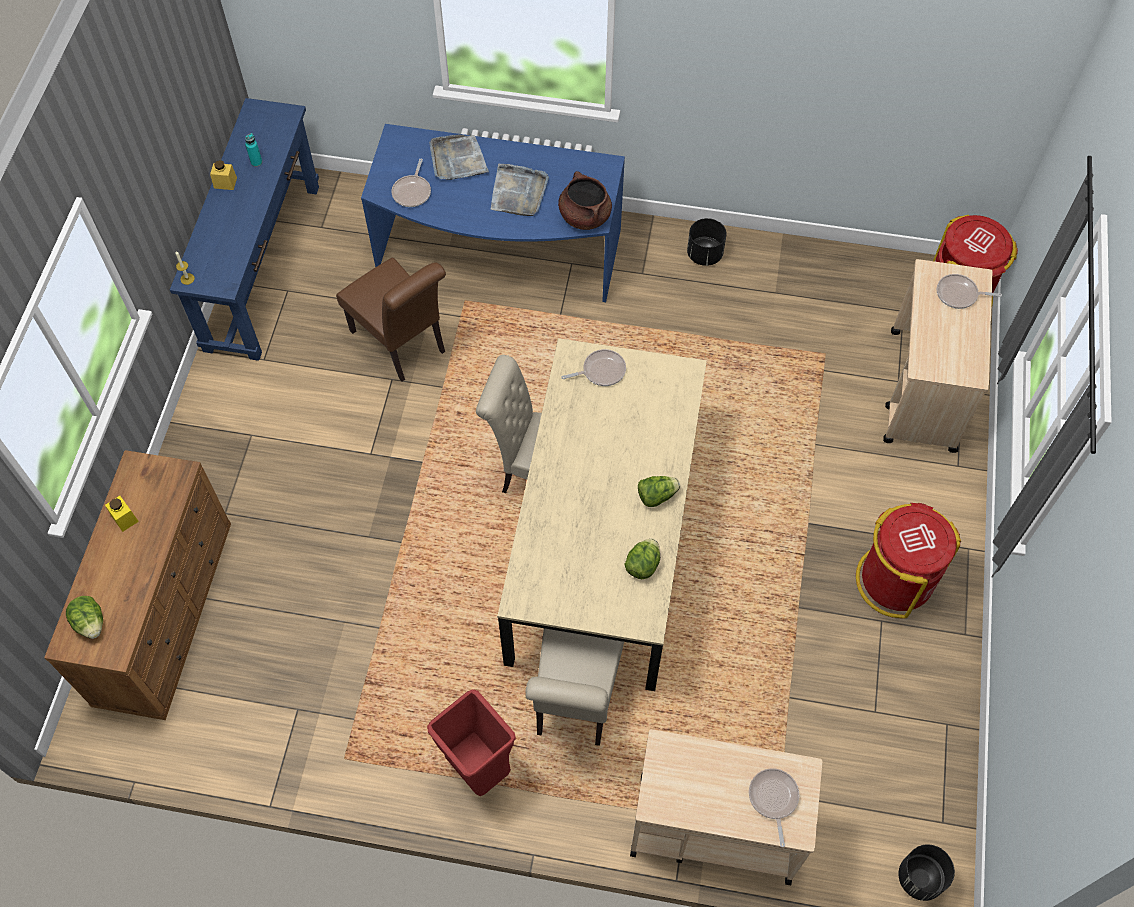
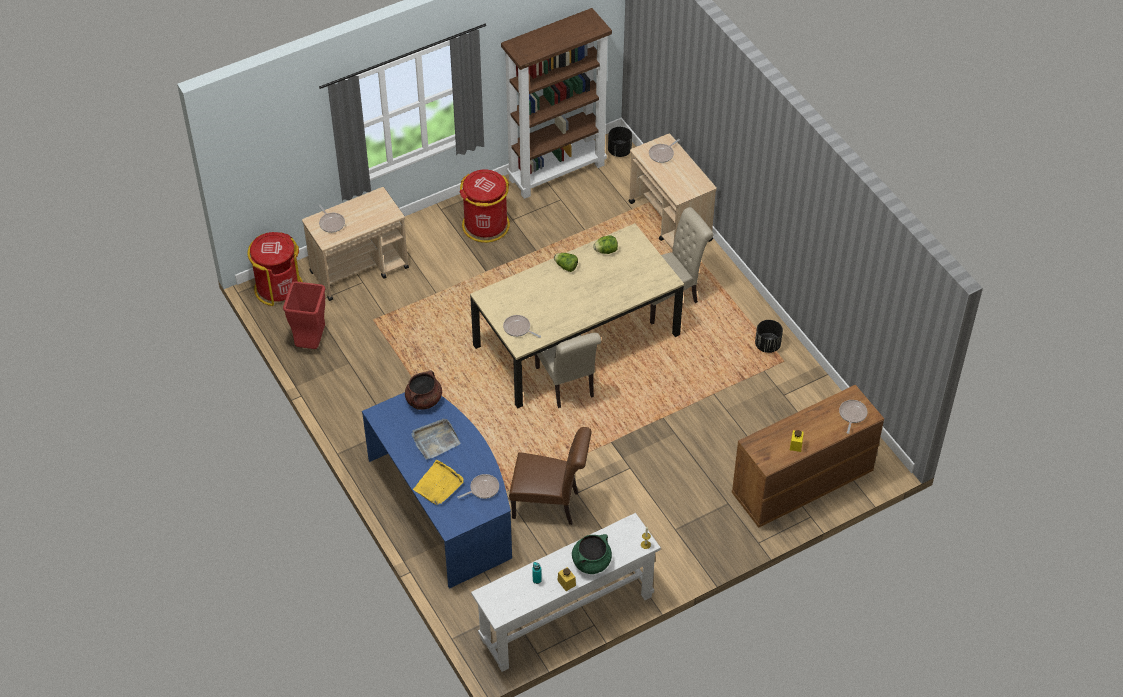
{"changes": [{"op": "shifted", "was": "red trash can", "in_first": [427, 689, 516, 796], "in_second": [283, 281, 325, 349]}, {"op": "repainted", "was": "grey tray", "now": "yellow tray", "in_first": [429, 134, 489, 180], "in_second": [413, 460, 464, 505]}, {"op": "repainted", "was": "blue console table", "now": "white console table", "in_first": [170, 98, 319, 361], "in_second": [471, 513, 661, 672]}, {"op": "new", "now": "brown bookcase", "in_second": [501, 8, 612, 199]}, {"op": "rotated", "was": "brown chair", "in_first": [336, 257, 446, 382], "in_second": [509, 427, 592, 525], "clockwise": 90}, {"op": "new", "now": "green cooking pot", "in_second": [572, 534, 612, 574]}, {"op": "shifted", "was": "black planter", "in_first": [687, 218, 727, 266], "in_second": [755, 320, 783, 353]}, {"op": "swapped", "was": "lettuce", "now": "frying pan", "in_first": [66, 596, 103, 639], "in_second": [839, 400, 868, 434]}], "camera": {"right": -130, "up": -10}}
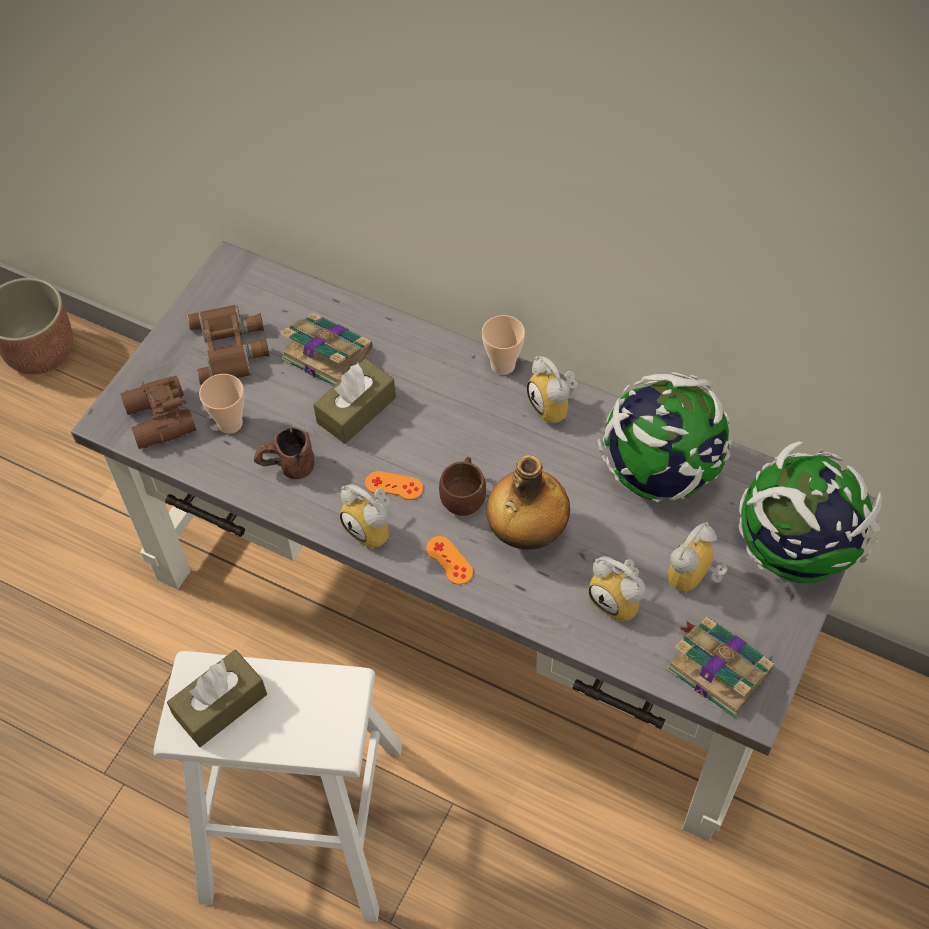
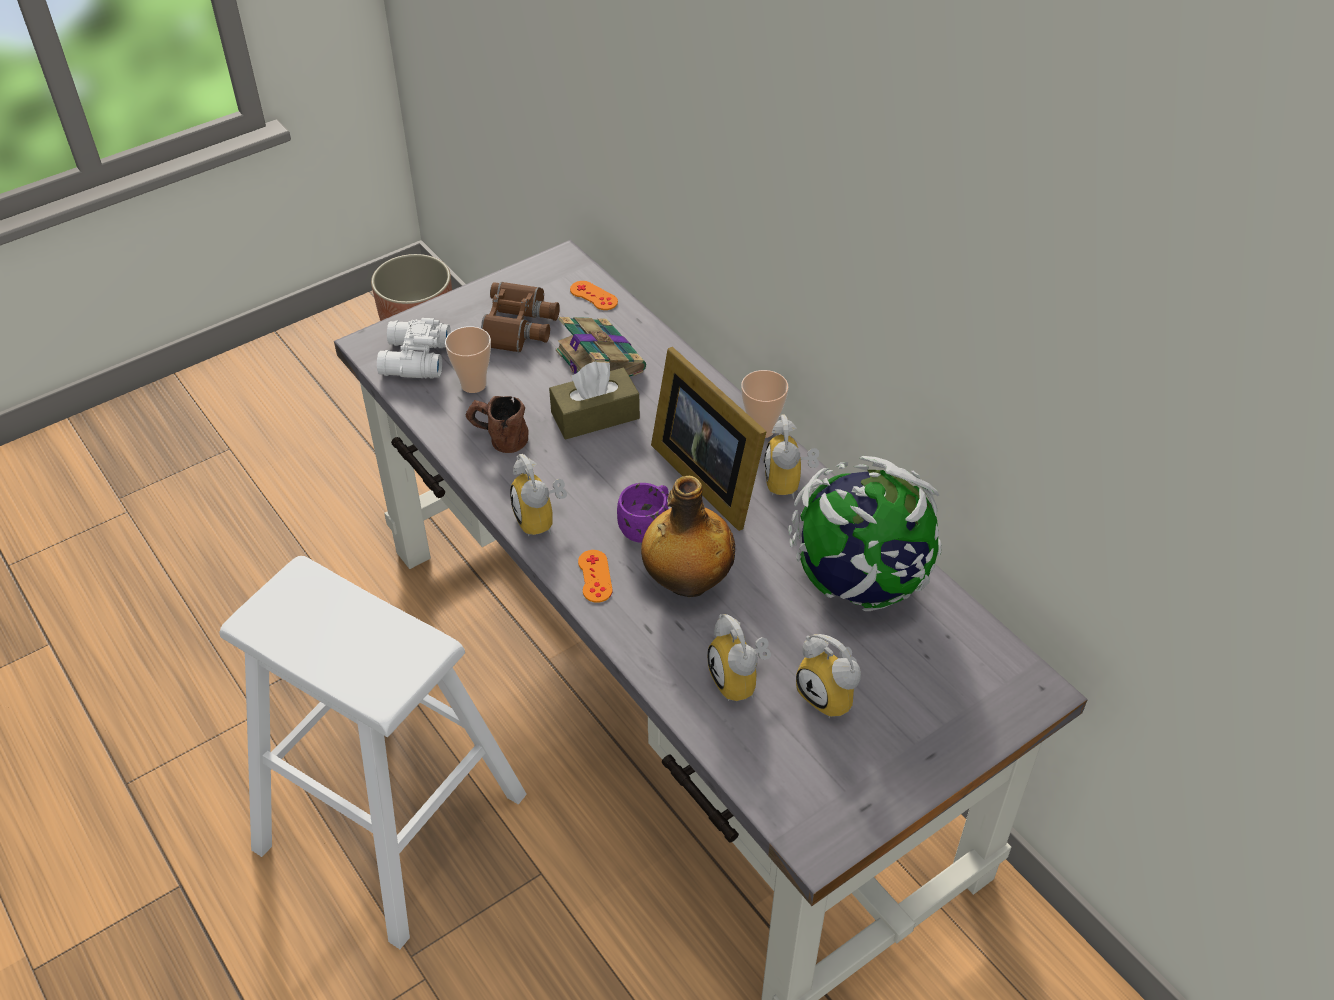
{"changes": [{"op": "repainted", "was": "brown binoculars", "now": "white binoculars", "in_first": [121, 376, 196, 449], "in_second": [377, 318, 451, 378]}, {"op": "shifted", "was": "orange game controller", "in_first": [365, 471, 423, 500], "in_second": [570, 281, 618, 310]}, {"op": "repainted", "was": "brown mug", "now": "purple mug", "in_first": [439, 457, 486, 516], "in_second": [617, 483, 669, 543]}, {"op": "new", "now": "picture frame", "in_second": [651, 347, 767, 531]}, {"op": "rotated", "was": "alarm clock", "in_first": [668, 522, 728, 596], "in_second": [796, 634, 861, 718], "clockwise": -105}, {"op": "gone", "was": "brown tissue box", "in_first": [167, 650, 267, 747]}, {"op": "gone", "was": "book", "in_first": [667, 617, 774, 719]}, {"op": "gone", "was": "globe", "in_first": [738, 442, 882, 583]}], "camera": {"right": 25, "up": -10}}
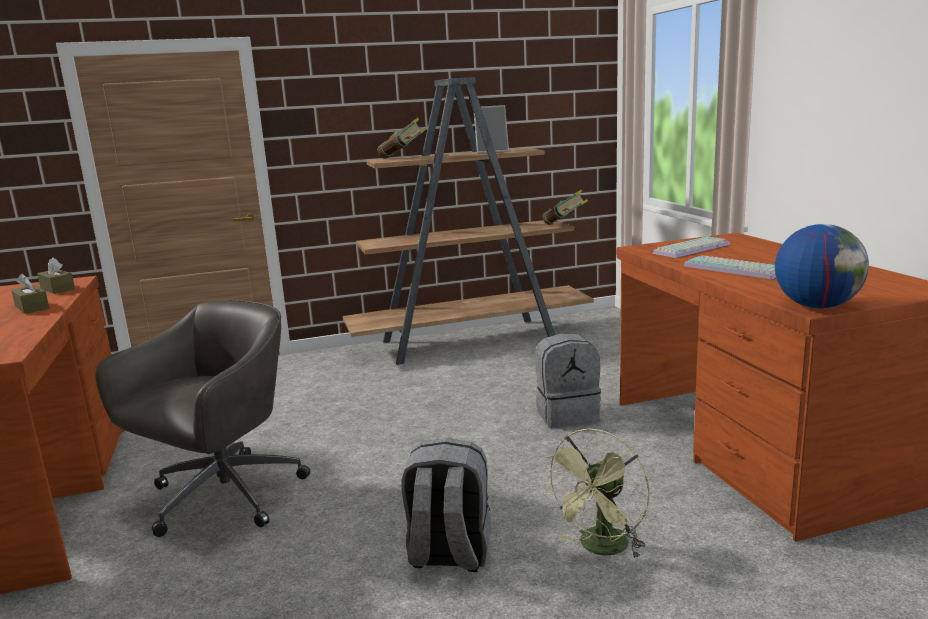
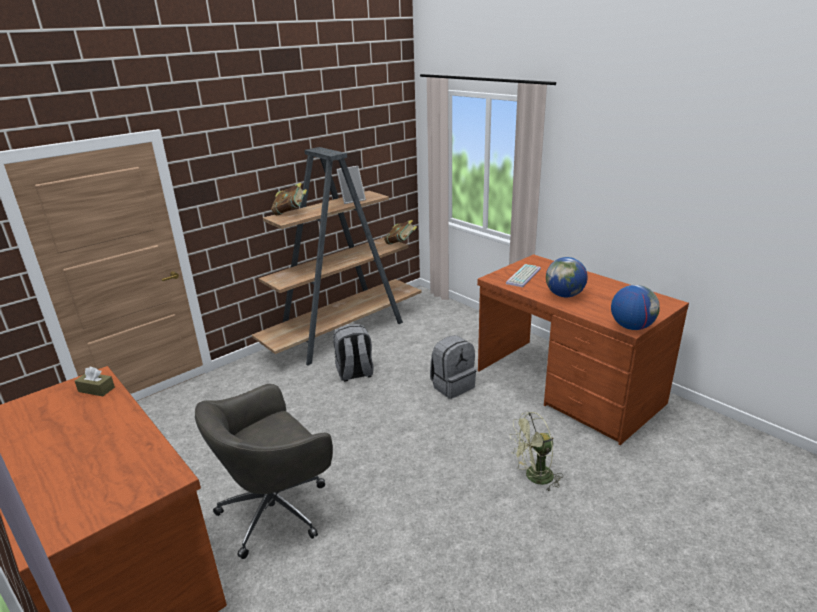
{"changes": [{"op": "rotated", "was": "grey office chair", "in_first": [96, 299, 310, 537], "in_second": [195, 384, 333, 559], "clockwise": -135}, {"op": "shifted", "was": "grey backpack", "in_first": [401, 438, 491, 572], "in_second": [333, 324, 374, 382]}, {"op": "rotated", "was": "green fan", "in_first": [542, 429, 649, 559], "in_second": [510, 412, 563, 491], "clockwise": 60}, {"op": "swapped", "was": "keyboard", "now": "globe", "in_first": [684, 255, 776, 279], "in_second": [546, 257, 587, 297]}, {"op": "gone", "was": "brown tissue box", "in_first": [11, 274, 49, 314]}], "camera": {"right": -25, "up": 10}}
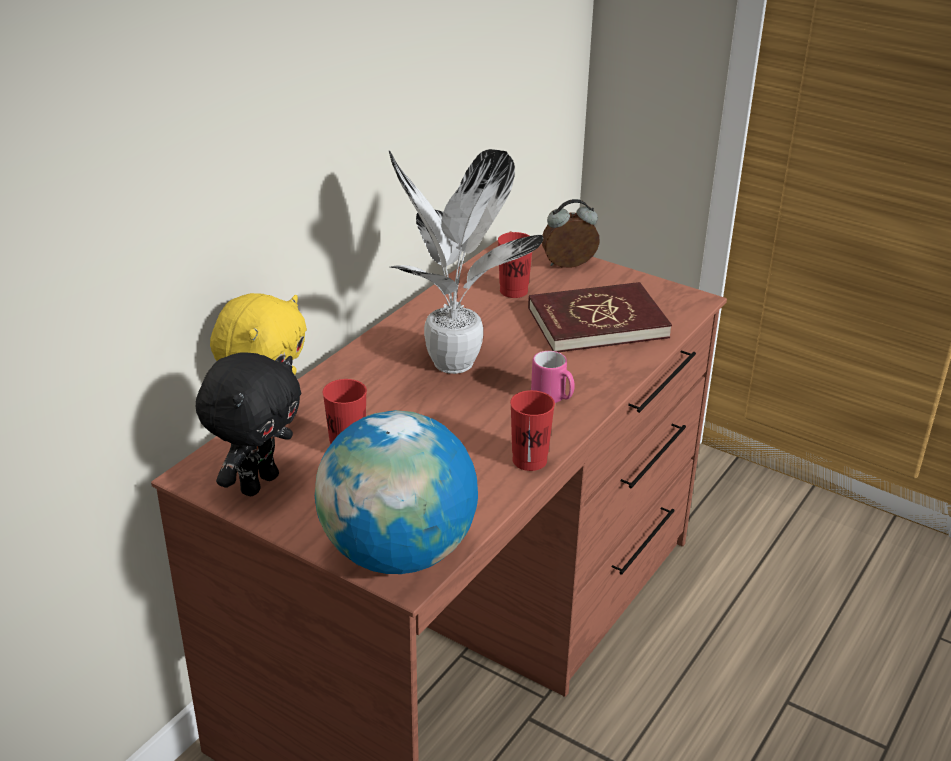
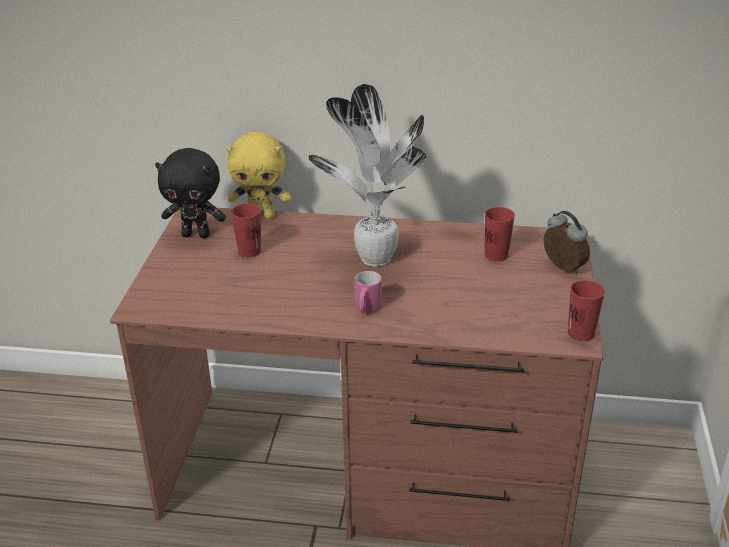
{"changes": [{"op": "shifted", "was": "red cup", "in_first": [510, 390, 555, 471], "in_second": [568, 280, 605, 341]}, {"op": "gone", "was": "globe", "in_first": [315, 410, 478, 574]}, {"op": "gone", "was": "red book", "in_first": [528, 282, 672, 352]}], "camera": {"right": 65, "up": 0}}
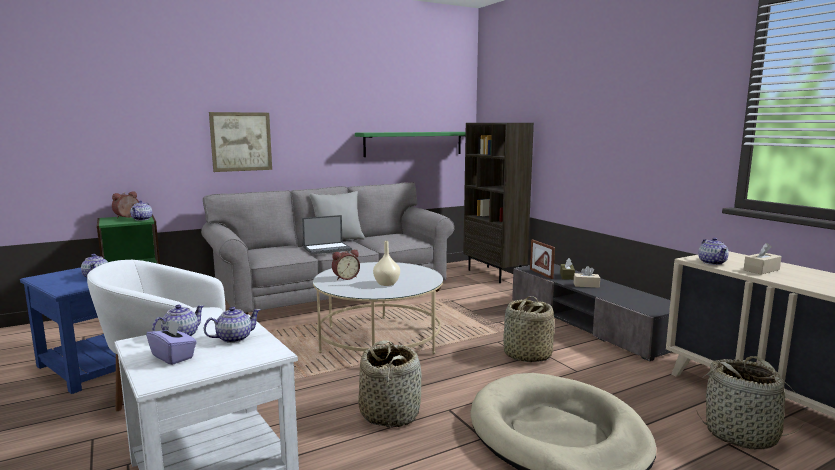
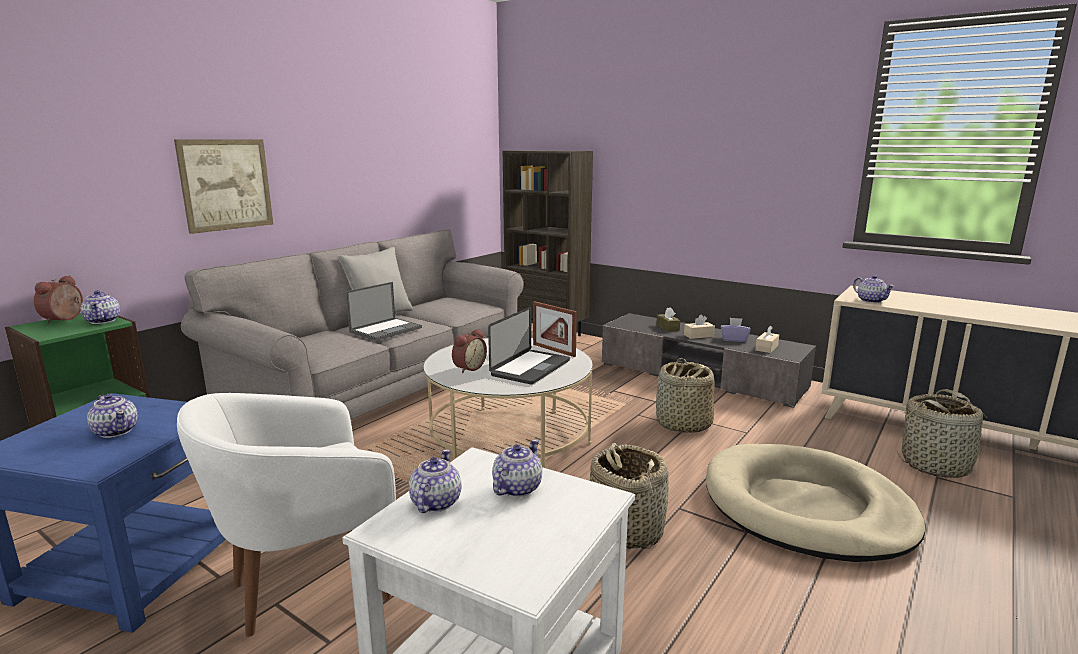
{"changes": [{"op": "swapped", "was": "beige vase", "now": "laptop", "in_first": [373, 241, 400, 286], "in_second": [488, 307, 570, 385]}, {"op": "shifted", "was": "picture frame", "in_first": [530, 239, 555, 279], "in_second": [533, 301, 577, 357]}, {"op": "shifted", "was": "purple tissue box", "in_first": [146, 320, 197, 365], "in_second": [721, 318, 751, 342]}, {"op": "shifted", "was": "beige tissue box", "in_first": [743, 243, 782, 275], "in_second": [755, 325, 779, 353]}, {"op": "gone", "was": "green shelf", "in_first": [355, 132, 466, 157]}], "camera": {"right": -25, "up": 5}}
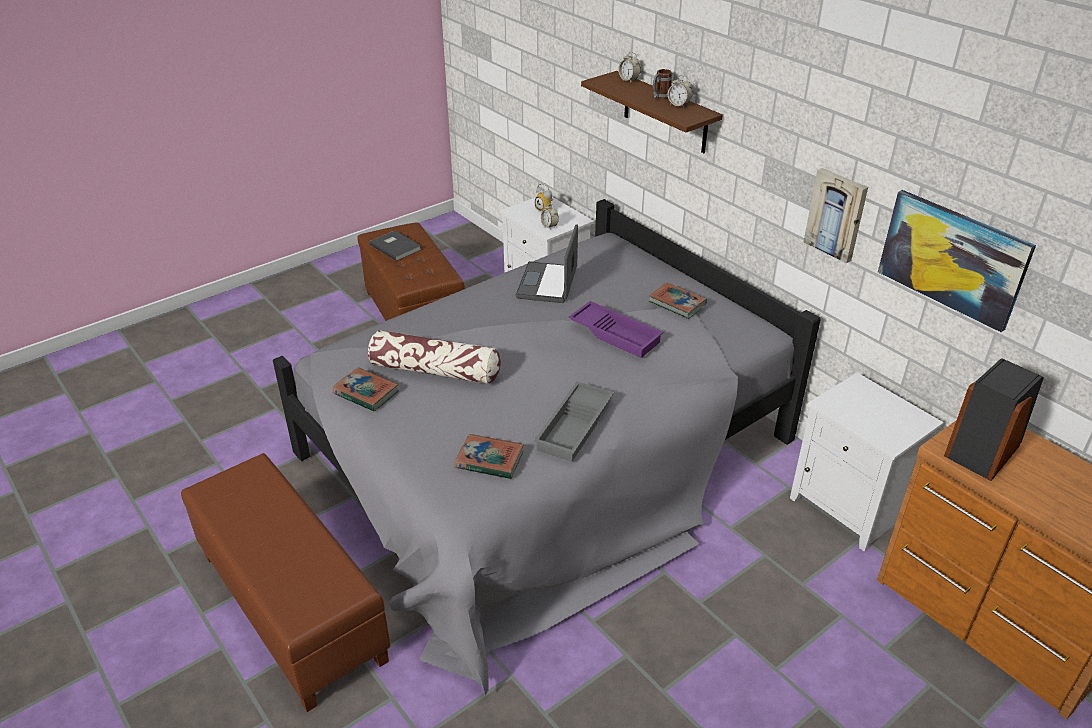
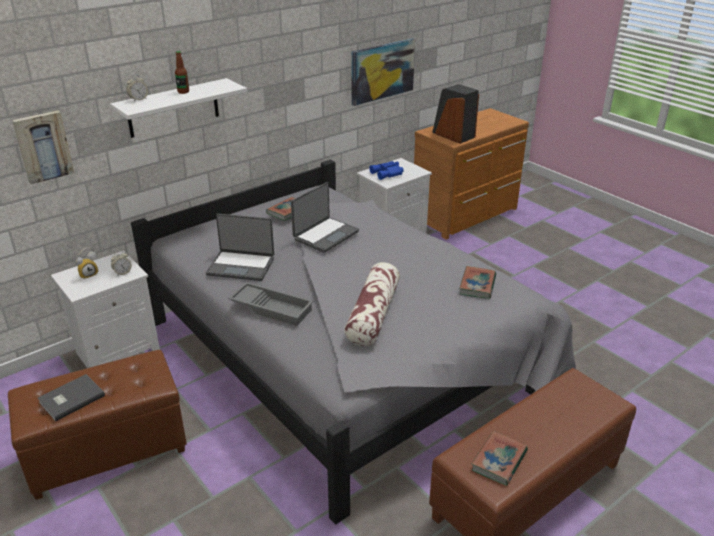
{"changes": [{"op": "shifted", "was": "picture", "in_first": [804, 168, 868, 263], "in_second": [12, 110, 74, 184]}, {"op": "repainted", "was": "brown shelf", "now": "white shelf", "in_first": [581, 71, 723, 153], "in_second": [110, 78, 247, 138]}, {"op": "swapped", "was": "mug", "now": "bottle", "in_first": [653, 69, 672, 99], "in_second": [175, 51, 189, 94]}, {"op": "shifted", "was": "grey tray", "in_first": [534, 381, 614, 462], "in_second": [228, 282, 314, 326]}, {"op": "swapped", "was": "purple tray", "now": "laptop", "in_first": [568, 301, 663, 358], "in_second": [291, 182, 359, 253]}, {"op": "new", "now": "blue binoculars", "in_second": [369, 161, 404, 180]}, {"op": "shifted", "was": "book", "in_first": [332, 367, 399, 412], "in_second": [472, 431, 528, 486]}, {"op": "gone", "was": "alarm clock", "in_first": [668, 75, 692, 108]}], "camera": {"right": -90, "up": -5}}
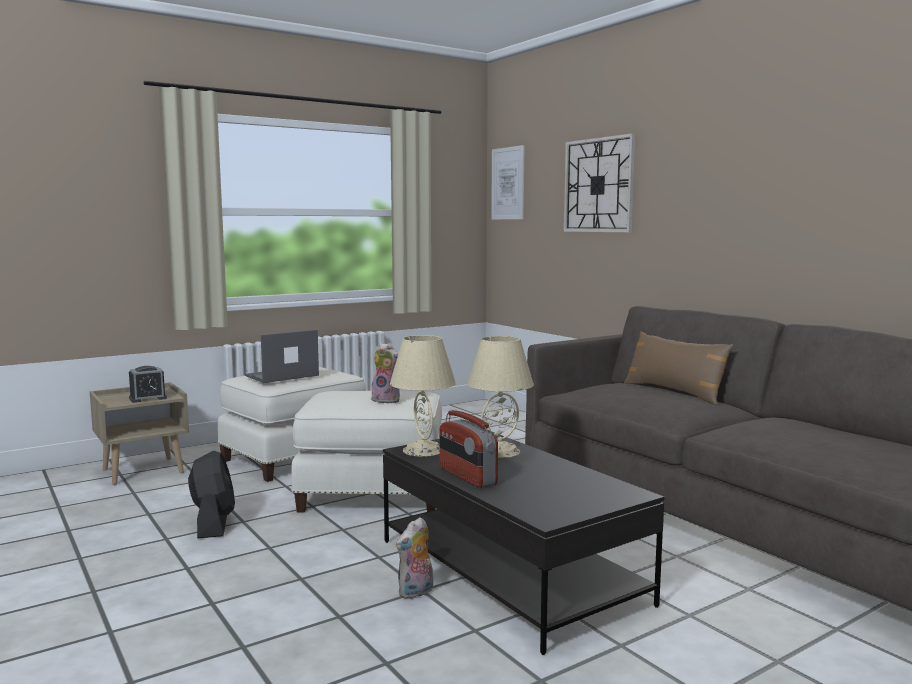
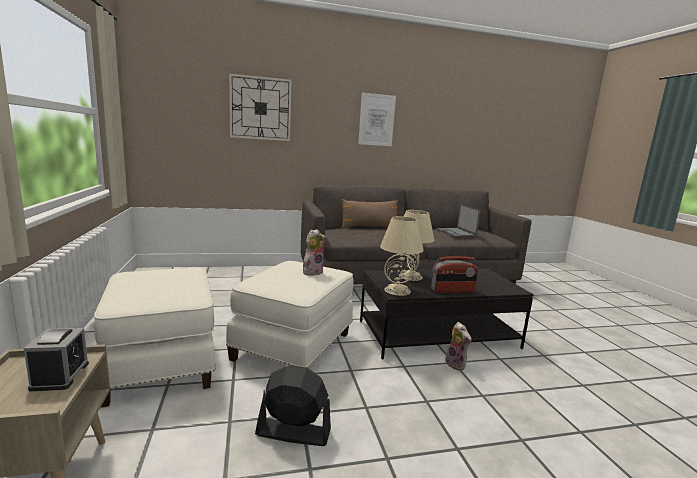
{"changes": [{"op": "shifted", "was": "picture", "in_first": [491, 145, 525, 219], "in_second": [358, 93, 396, 146]}, {"op": "shifted", "was": "laptop", "in_first": [245, 330, 319, 383], "in_second": [436, 204, 481, 237]}], "camera": {"right": -70, "up": 5}}
